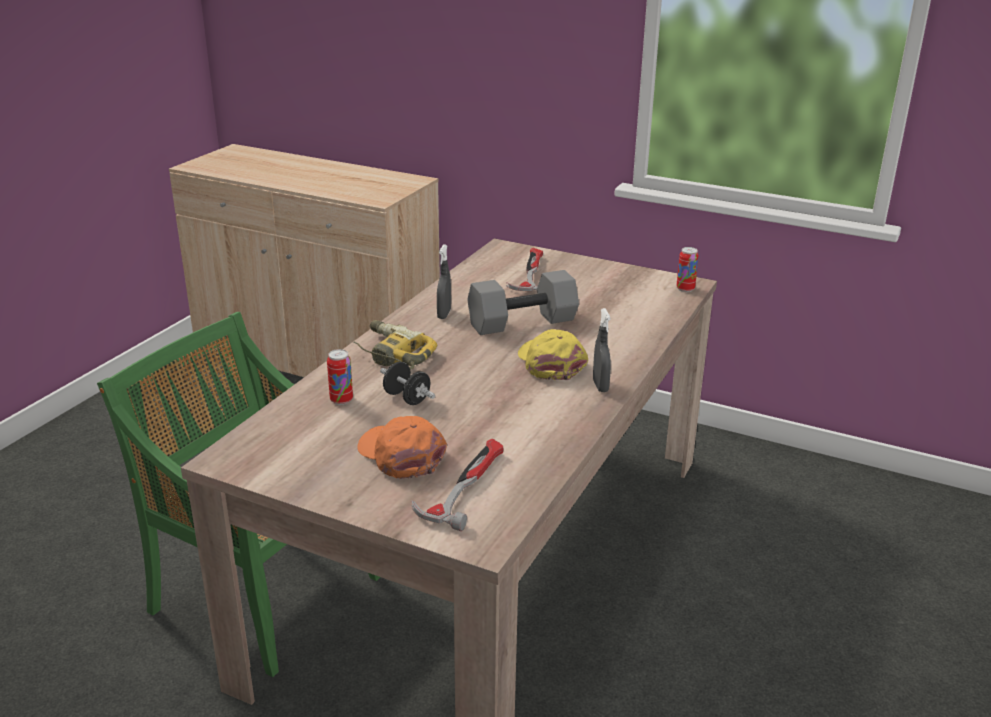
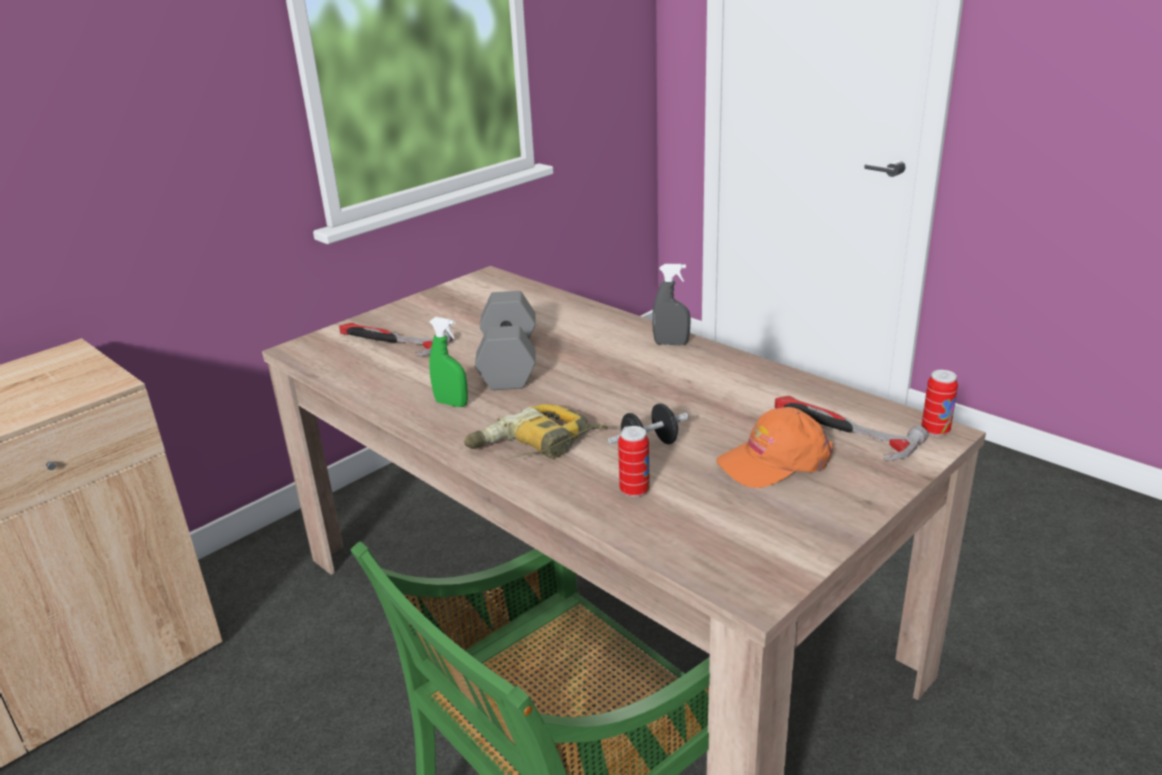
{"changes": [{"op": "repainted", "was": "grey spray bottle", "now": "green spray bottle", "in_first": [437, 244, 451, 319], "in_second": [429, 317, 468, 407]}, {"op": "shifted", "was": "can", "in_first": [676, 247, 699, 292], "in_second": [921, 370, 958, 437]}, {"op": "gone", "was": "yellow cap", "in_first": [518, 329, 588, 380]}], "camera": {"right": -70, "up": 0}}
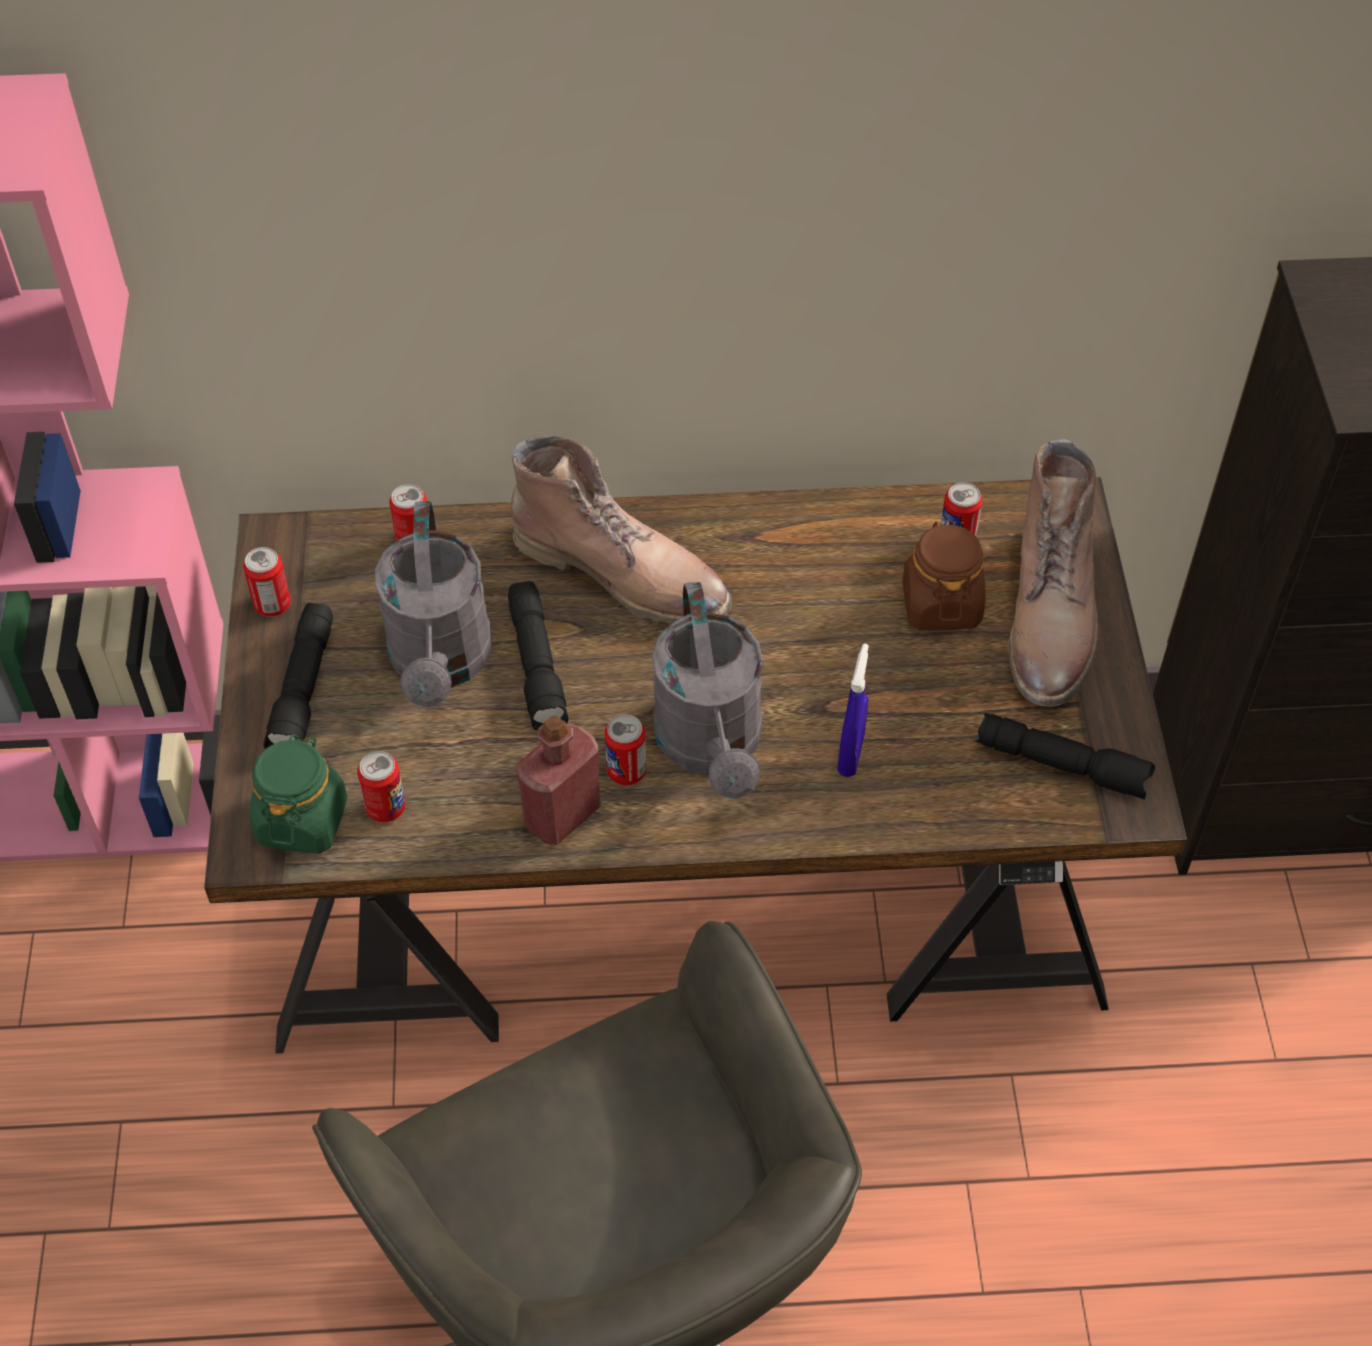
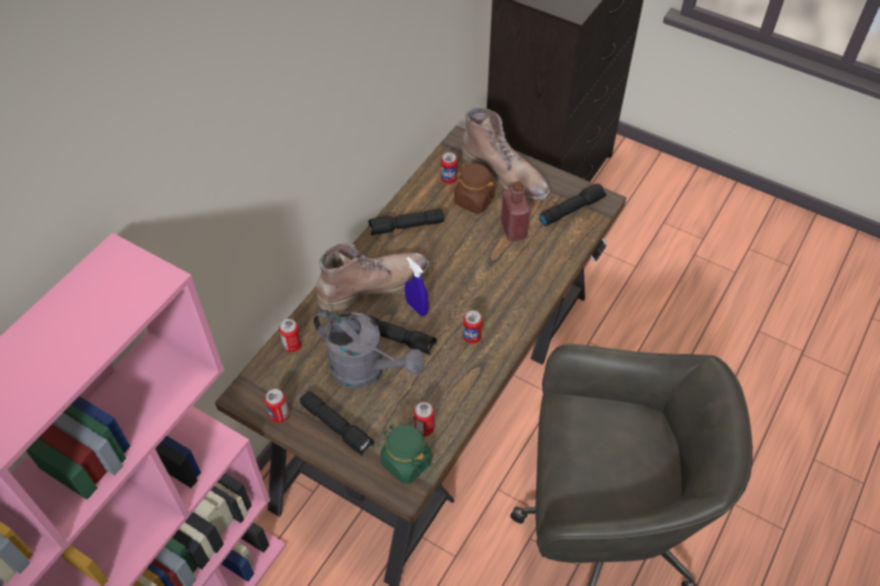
{"changes": [{"op": "new", "now": "black flashlight", "in_second": [368, 209, 445, 235]}, {"op": "shifted", "was": "blue spray bottle", "in_first": [837, 643, 869, 777], "in_second": [405, 257, 429, 316]}, {"op": "shifted", "was": "red bottle", "in_first": [516, 716, 601, 845], "in_second": [501, 181, 530, 241]}, {"op": "gone", "was": "grey watering can", "in_first": [652, 582, 763, 799]}], "camera": {"right": -55, "up": 0}}
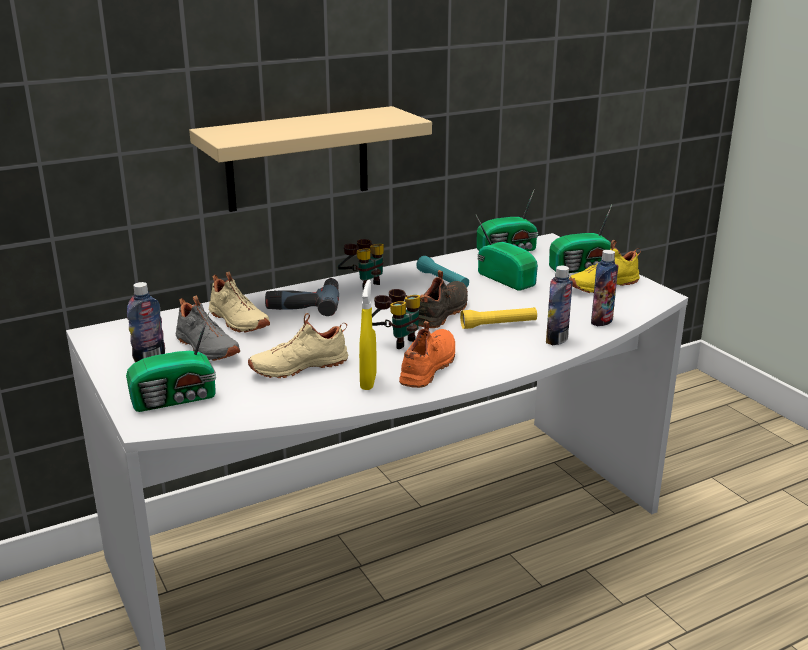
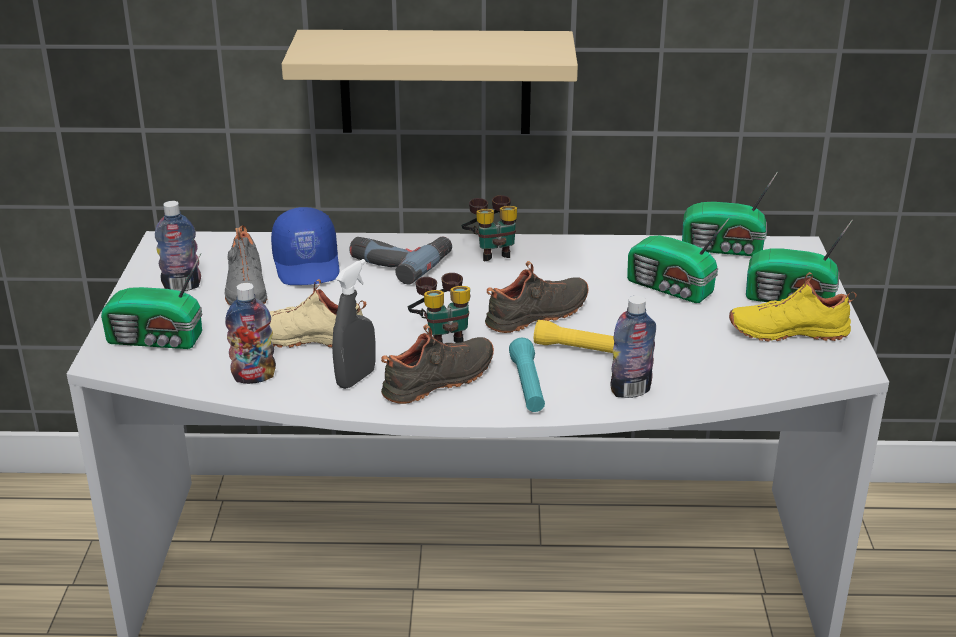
{"changes": [{"op": "shifted", "was": "bottle", "in_first": [591, 250, 618, 326], "in_second": [225, 283, 276, 384]}, {"op": "swapped", "was": "beige shoe", "now": "blue cap", "in_first": [209, 272, 270, 332], "in_second": [271, 207, 339, 285]}, {"op": "repainted", "was": "yellow spray bottle", "now": "grey spray bottle", "in_first": [359, 280, 376, 390], "in_second": [332, 259, 376, 389]}, {"op": "repainted", "was": "orange shoe", "now": "black shoe", "in_first": [399, 321, 455, 388], "in_second": [381, 324, 494, 404]}, {"op": "shifted", "was": "turquoise flashlight", "in_first": [417, 256, 469, 288], "in_second": [509, 338, 545, 412]}, {"op": "rotated", "was": "radio", "in_first": [476, 215, 538, 291], "in_second": [627, 218, 729, 303], "clockwise": 135}], "camera": {"right": 30, "up": 5}}
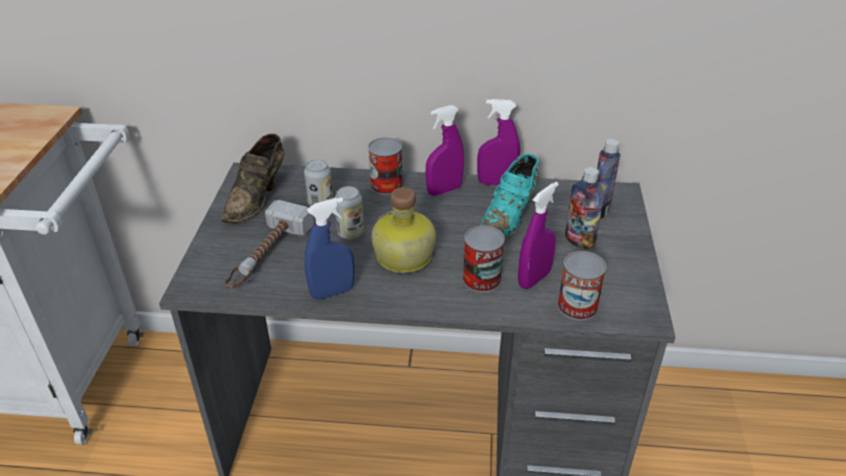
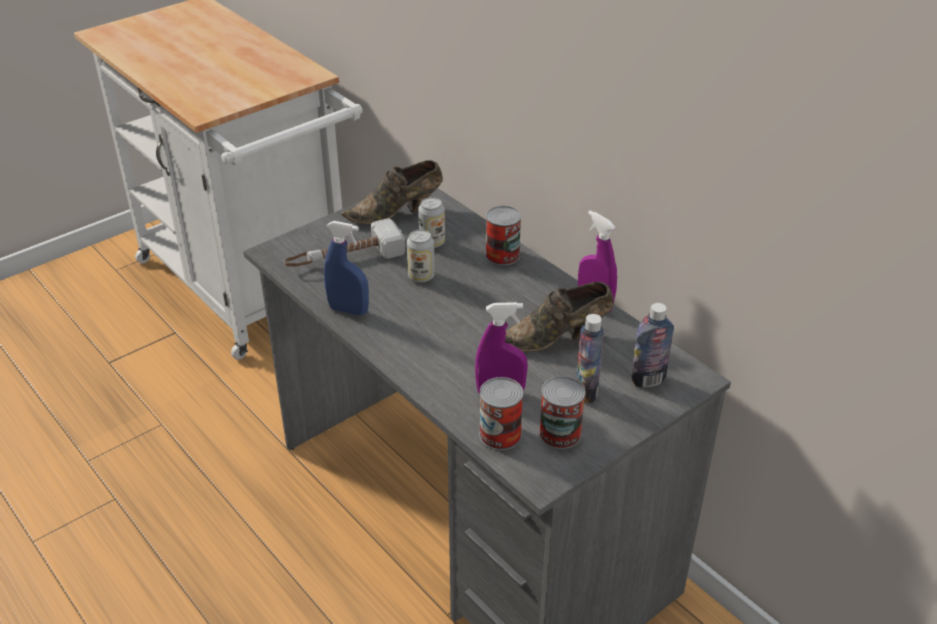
{"changes": [{"op": "repainted", "was": "turquoise shoe", "now": "brown shoe", "in_first": [480, 154, 539, 241], "in_second": [505, 282, 614, 352]}, {"op": "shifted", "was": "can", "in_first": [463, 225, 505, 292], "in_second": [539, 376, 585, 449]}, {"op": "gone", "was": "bottle", "in_first": [371, 187, 436, 273]}, {"op": "gone", "was": "purple spray bottle", "in_first": [425, 105, 464, 196]}], "camera": {"right": 45, "up": 0}}
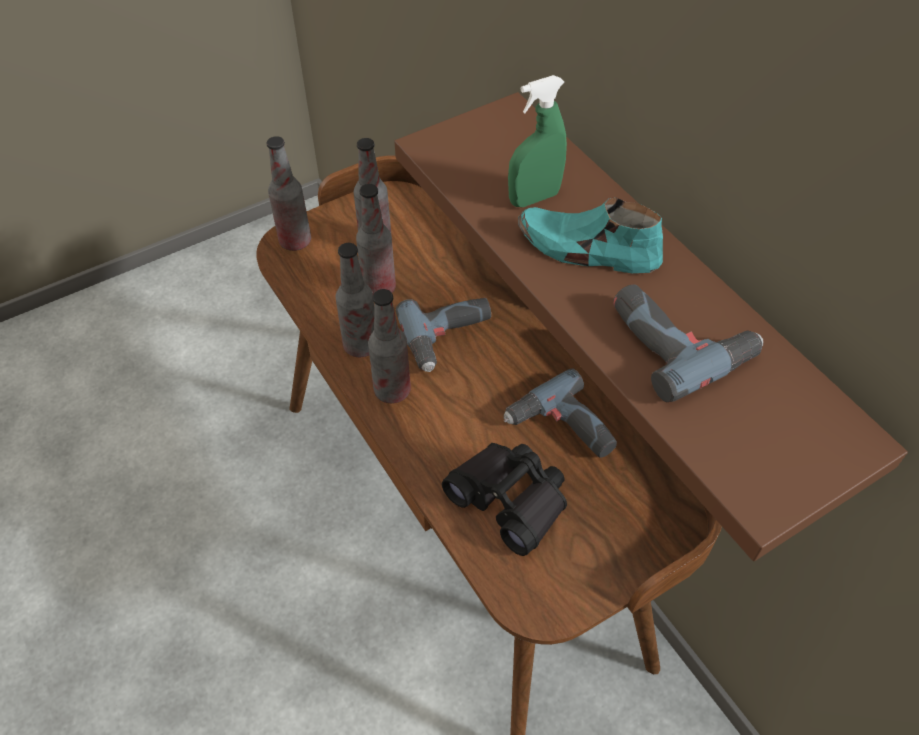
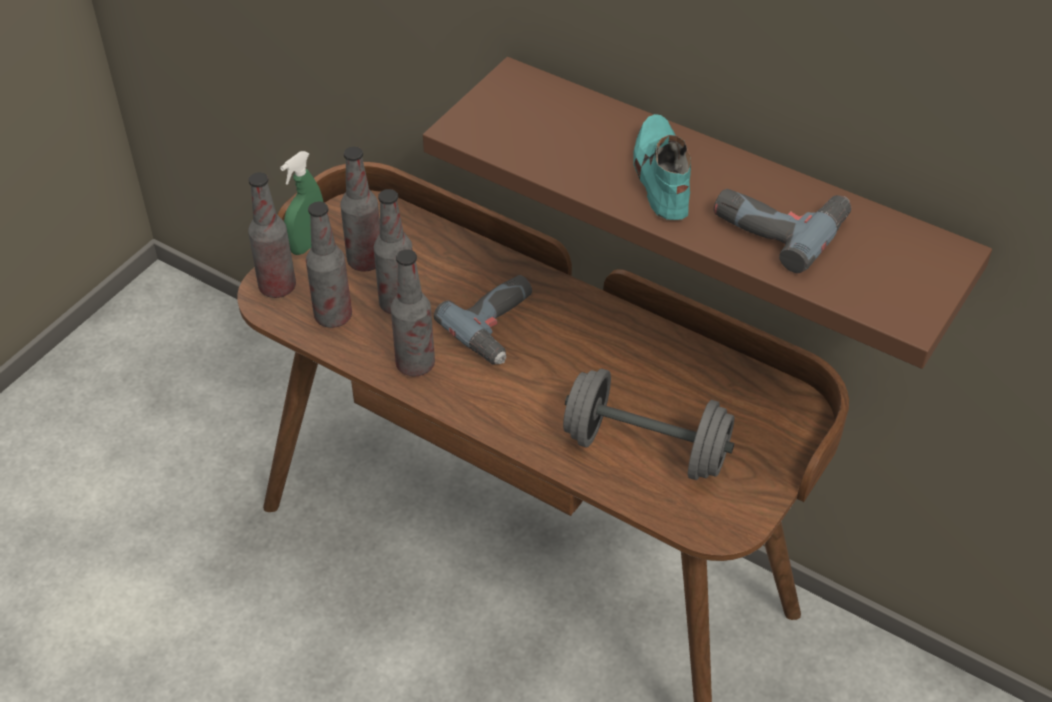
{"changes": [{"op": "shifted", "was": "green spray bottle", "in_first": [508, 75, 567, 207], "in_second": [280, 151, 323, 255]}, {"op": "shifted", "was": "bottle", "in_first": [368, 289, 411, 403], "in_second": [306, 202, 352, 328]}, {"op": "swapped", "was": "black binoculars", "now": "grey dumbbell", "in_first": [442, 443, 567, 556], "in_second": [563, 368, 734, 480]}, {"op": "rotated", "was": "turquoise shoe", "in_first": [518, 197, 663, 274], "in_second": [634, 114, 691, 220], "clockwise": 90}, {"op": "gone", "was": "power drill", "in_first": [503, 368, 617, 457]}], "camera": {"right": -25, "up": -5}}
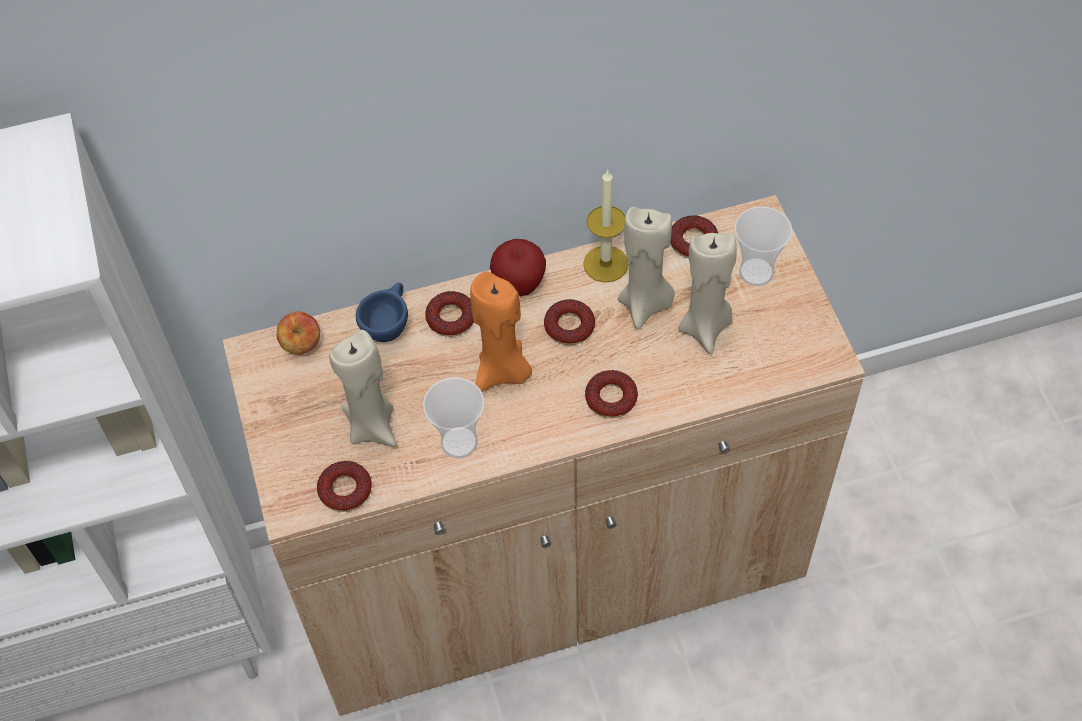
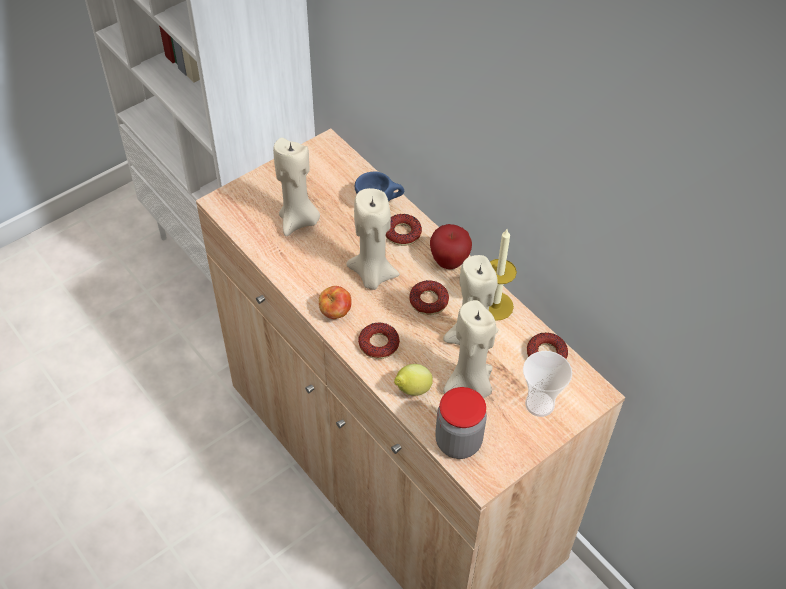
{"changes": [{"op": "shifted", "was": "apple", "in_first": [277, 311, 320, 355], "in_second": [319, 286, 352, 319]}, {"op": "repainted", "was": "orange candle", "now": "beige candle", "in_first": [470, 271, 532, 392], "in_second": [346, 188, 400, 290]}, {"op": "new", "now": "lemon", "in_second": [394, 364, 433, 396]}, {"op": "new", "now": "jar", "in_second": [435, 387, 487, 459]}, {"op": "gone", "was": "donut", "in_first": [317, 461, 372, 512]}, {"op": "gone", "was": "cup", "in_first": [423, 377, 485, 458]}], "camera": {"right": 65, "up": -5}}
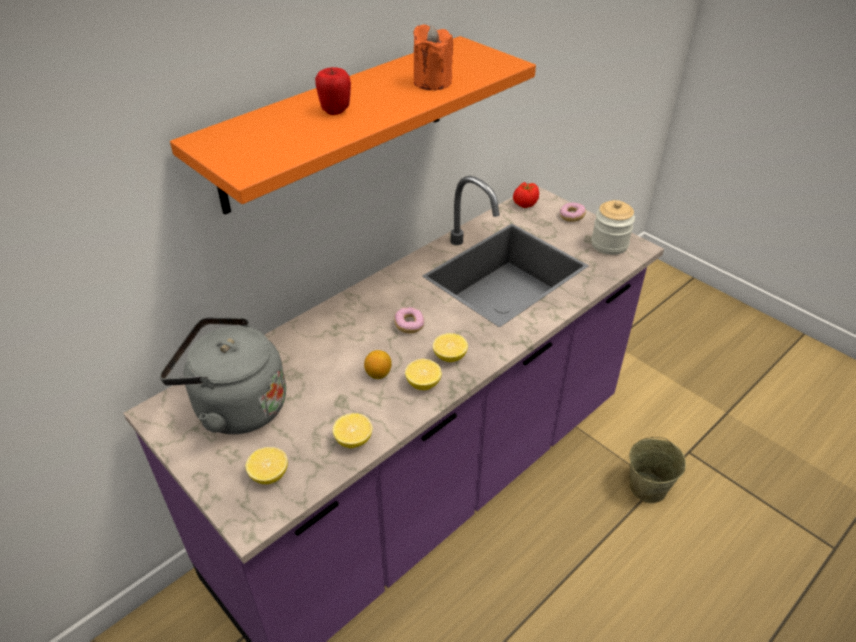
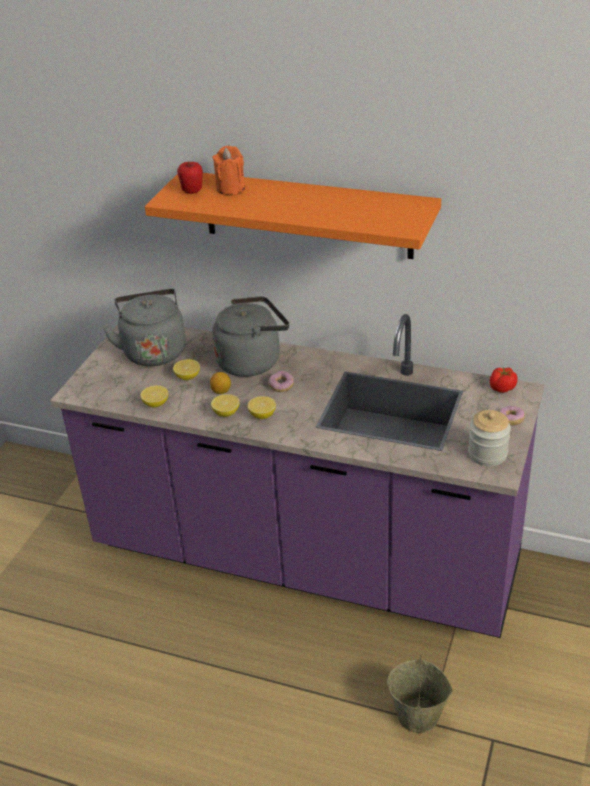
{"changes": [{"op": "shifted", "was": "lemon", "in_first": [246, 447, 288, 484], "in_second": [173, 359, 200, 380]}, {"op": "shifted", "was": "apple", "in_first": [315, 67, 351, 115], "in_second": [177, 162, 203, 194]}, {"op": "shifted", "was": "orange candle", "in_first": [413, 24, 453, 90], "in_second": [212, 146, 245, 195]}, {"op": "new", "now": "grey kettle", "in_second": [212, 296, 289, 377]}], "camera": {"right": 65, "up": -5}}
